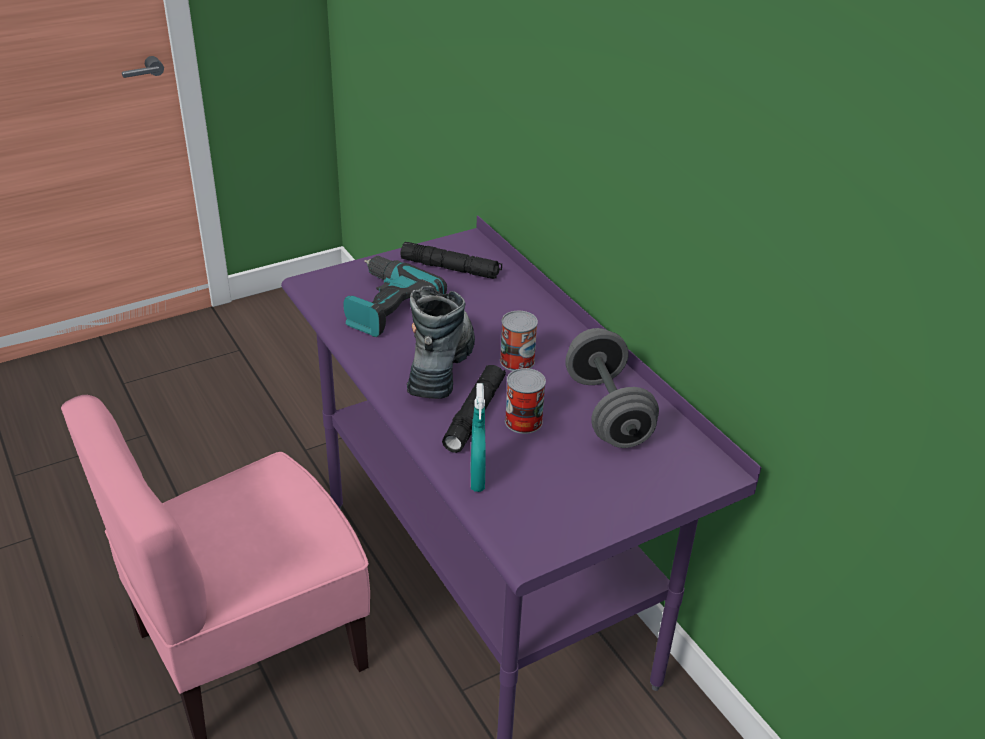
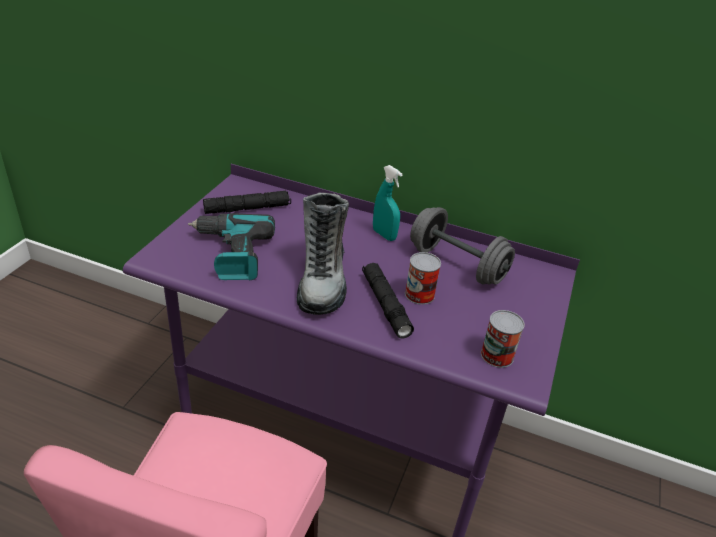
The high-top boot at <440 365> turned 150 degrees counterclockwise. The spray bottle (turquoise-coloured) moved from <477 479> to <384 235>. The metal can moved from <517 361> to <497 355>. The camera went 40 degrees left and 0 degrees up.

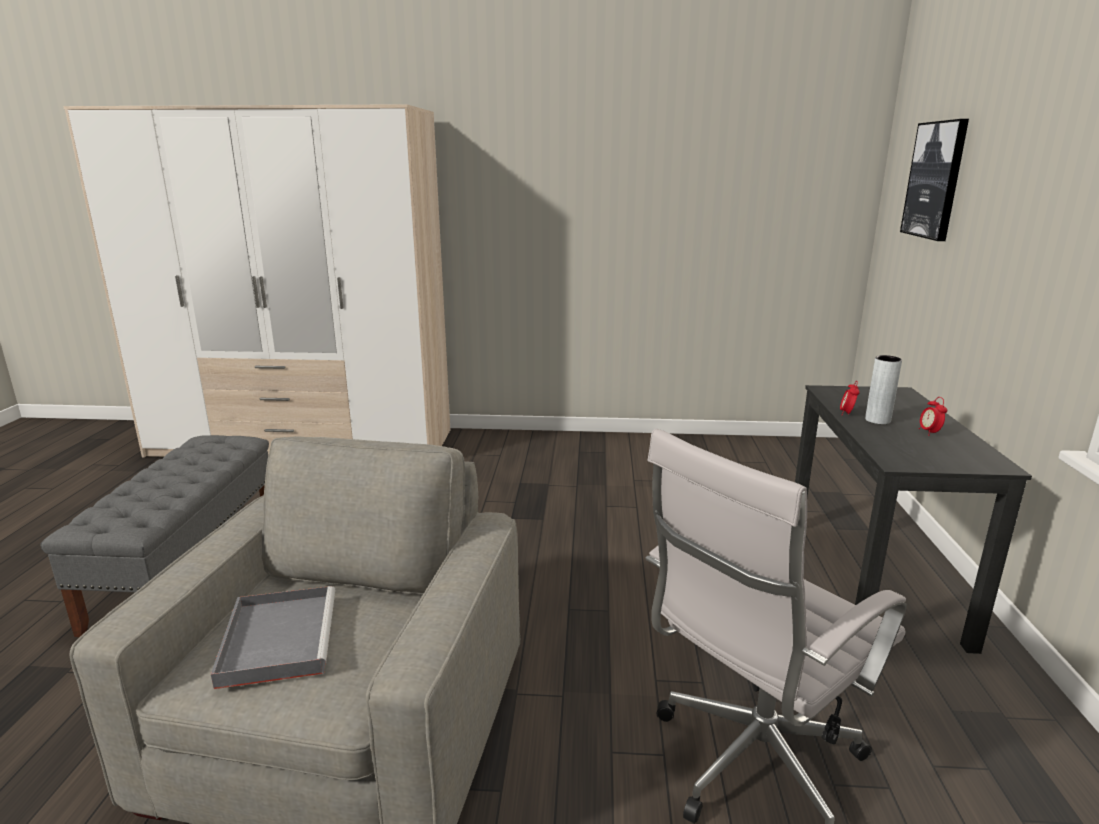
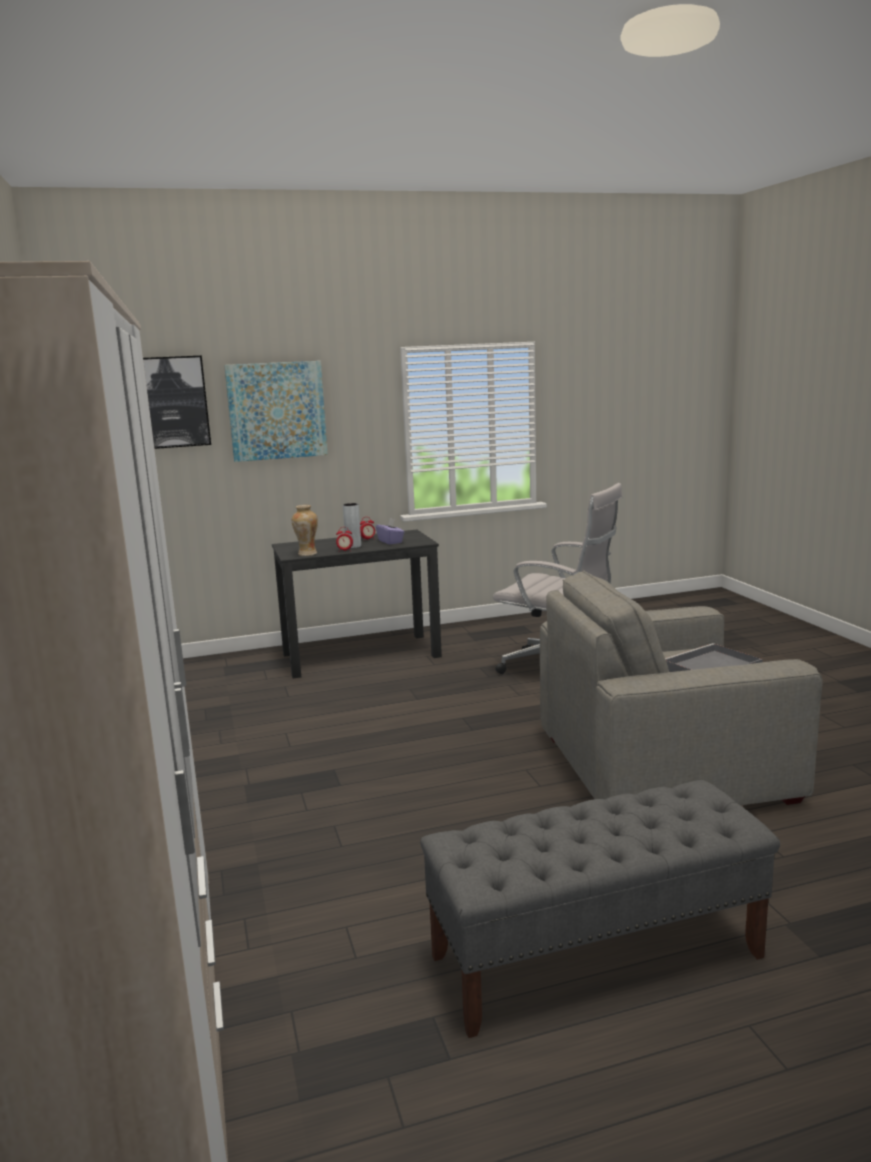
The wall picture at <276 410> appeared. The decorative vase at <307 554> appeared. The tissue holder (purple-coloured) at <390 541> appeared. The camera went 110 degrees left and 5 degrees down.

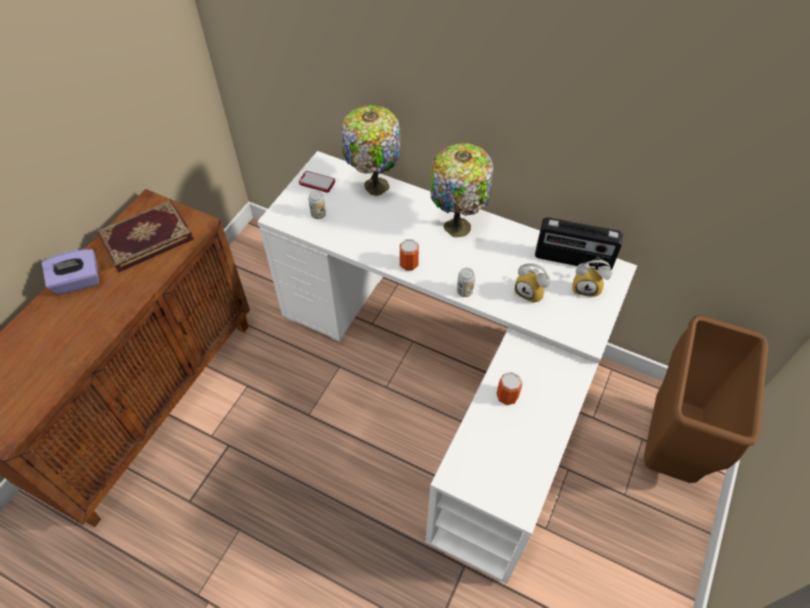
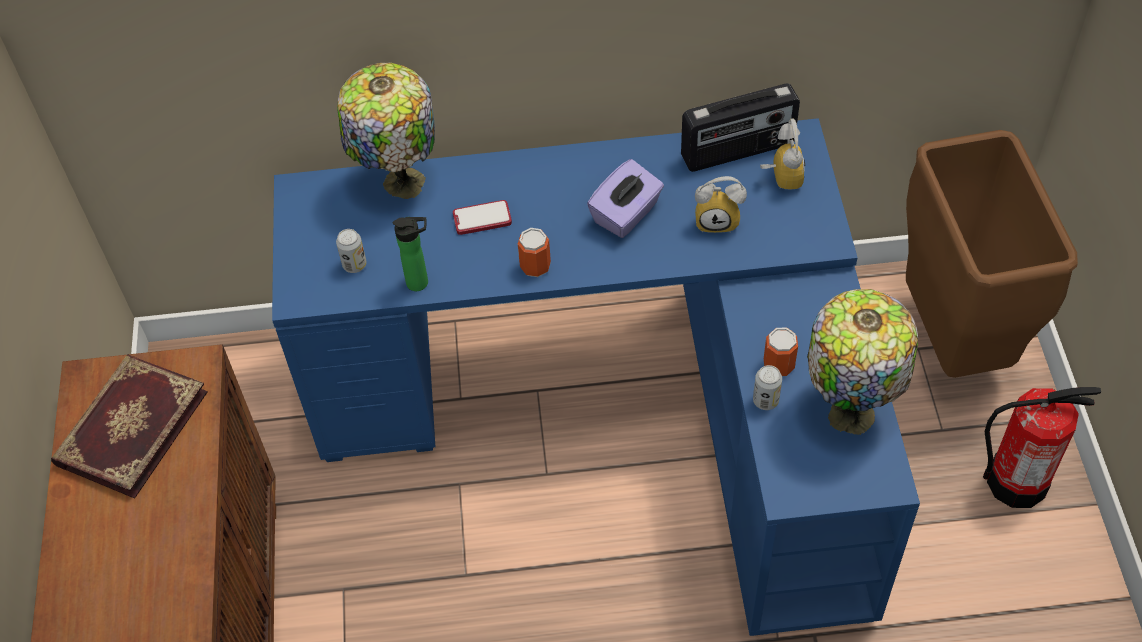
The desk table (whitish) at <451 376> became the desk table (blue) at <624 409>. The bottle at <421 282> appeared. The telephone moved from <317 182> to <482 219>. The tissue holder (purple-coloured) moved from <78 282> to <626 214>. The metal can moved from <464 291> to <765 400>. The alarm clock at <586 287> turned 75 degrees counterclockwise. The table lamp moved from <458 225> to <850 411>. The fire-fighting cylinder at <1016 481> appeared. The camera went 30 degrees left and 0 degrees up.

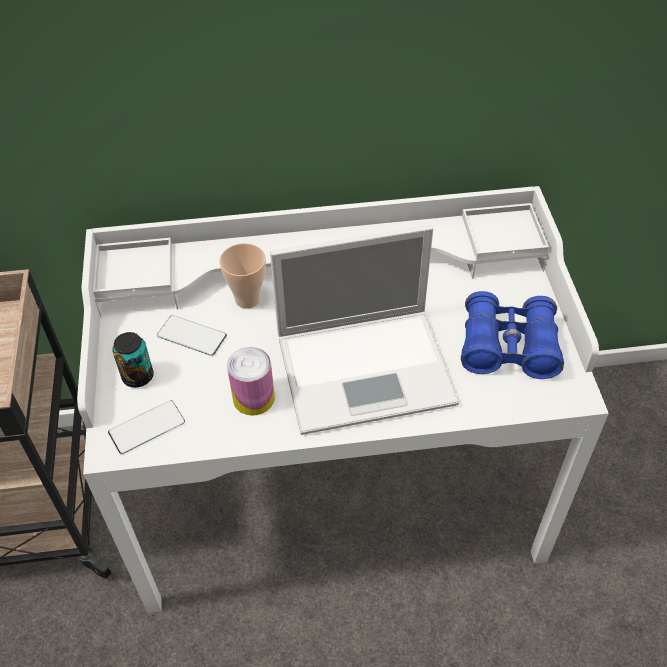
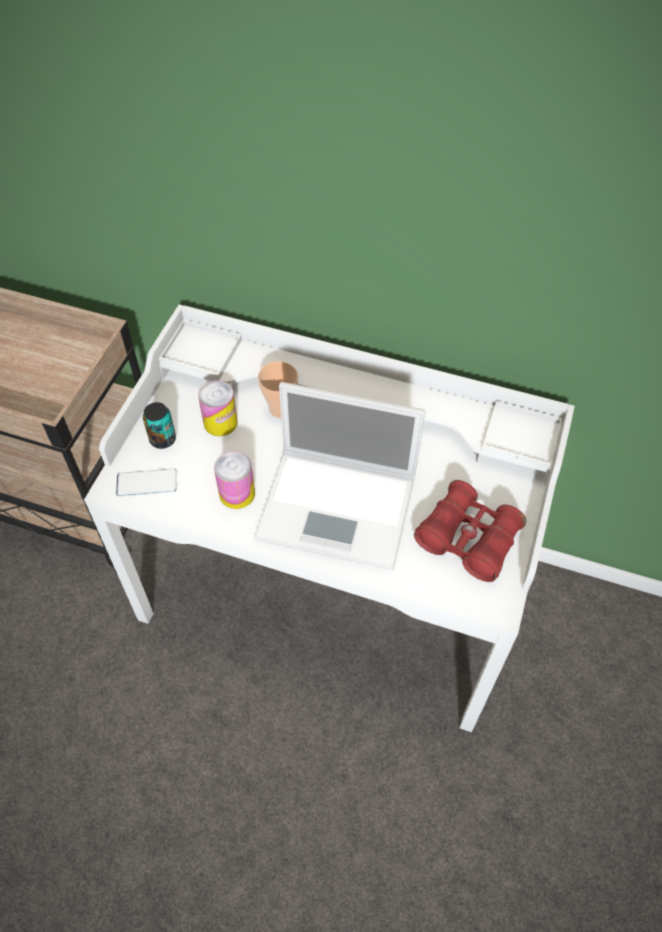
The telephone at <192 336> was replaced by the metal can at <220 422>. The pair of binoculars (blue) at <508 347> became the pair of binoculars (red) at <468 539>. The camera went 25 degrees right and 5 degrees up.

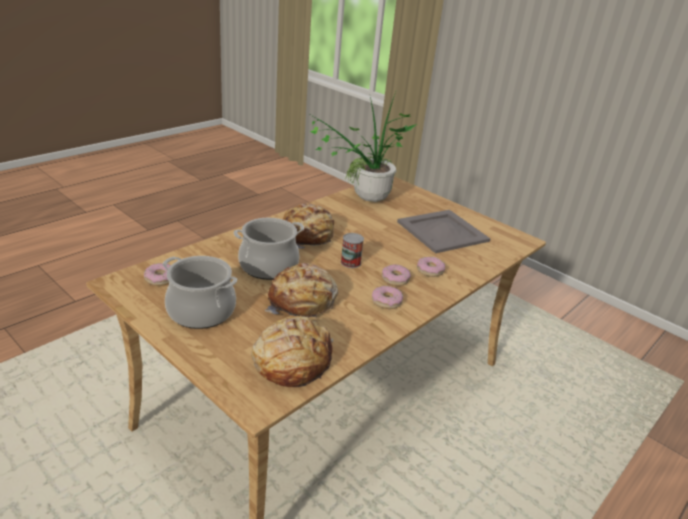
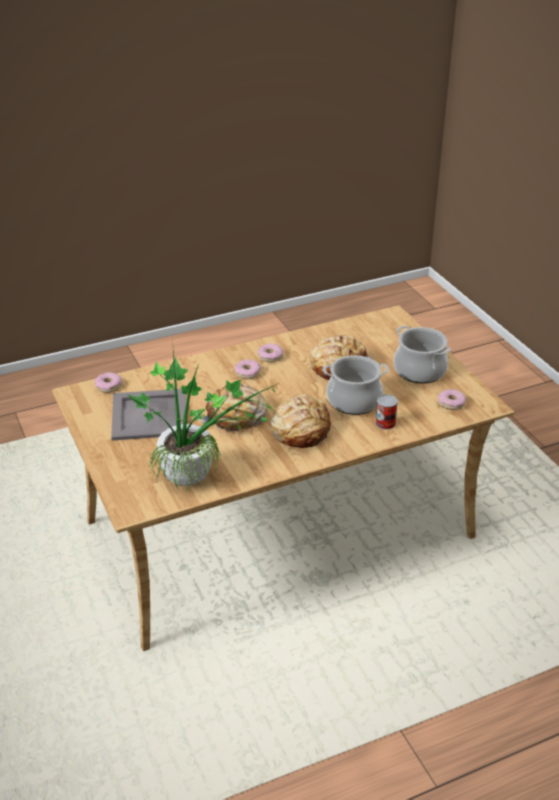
The doughnut moved from <429 270> to <108 386>. The baked bread moved from <292 361> to <236 417>. The metal can moved from <350 262> to <385 423>. The camera went 155 degrees left and 5 degrees up.

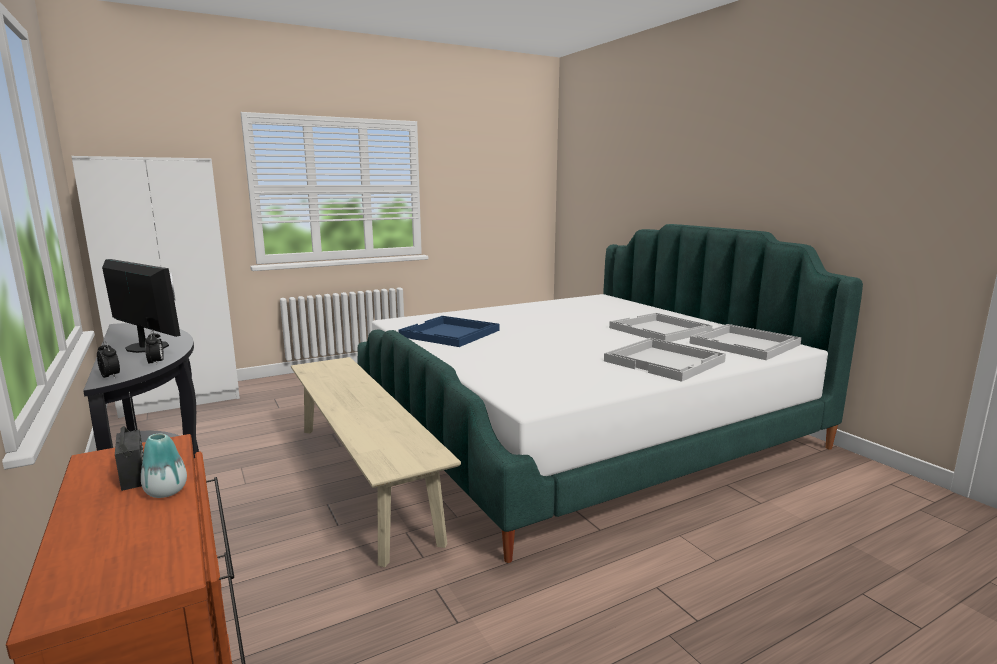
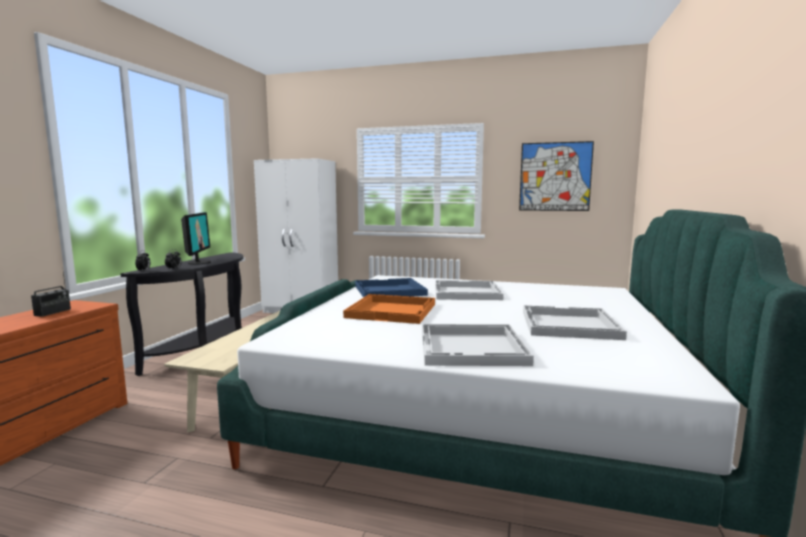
The tray (orange-coloured) at <392 310> appeared. The tray (whitish) moved from <745 344> to <466 292>. The wall picture at <555 176> appeared. The decorative vase at <166 492> disappeared. The camera went 45 degrees right and 5 degrees down.

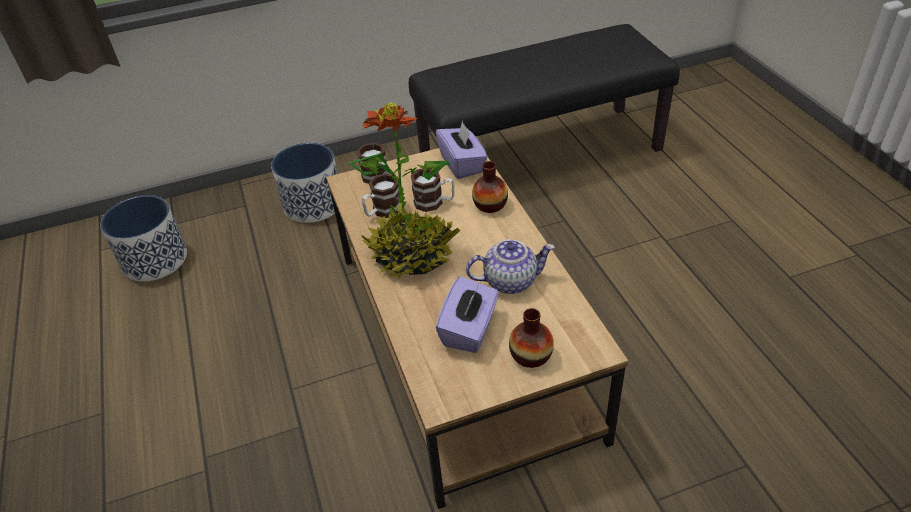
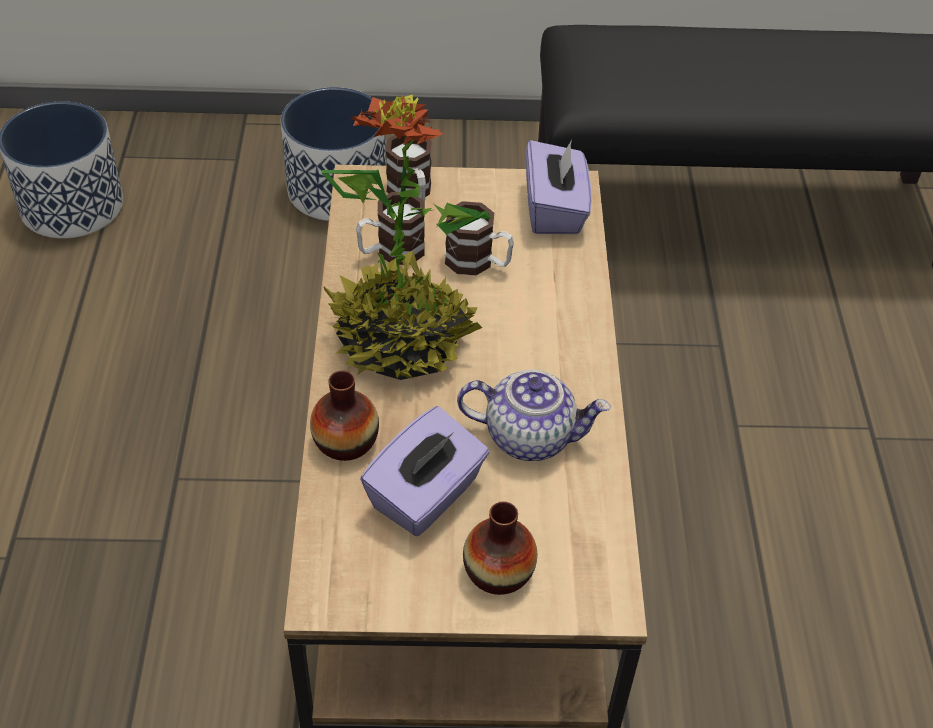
The decorative vase moved from <490 205> to <345 441>. The camera went 15 degrees right and 5 degrees up.

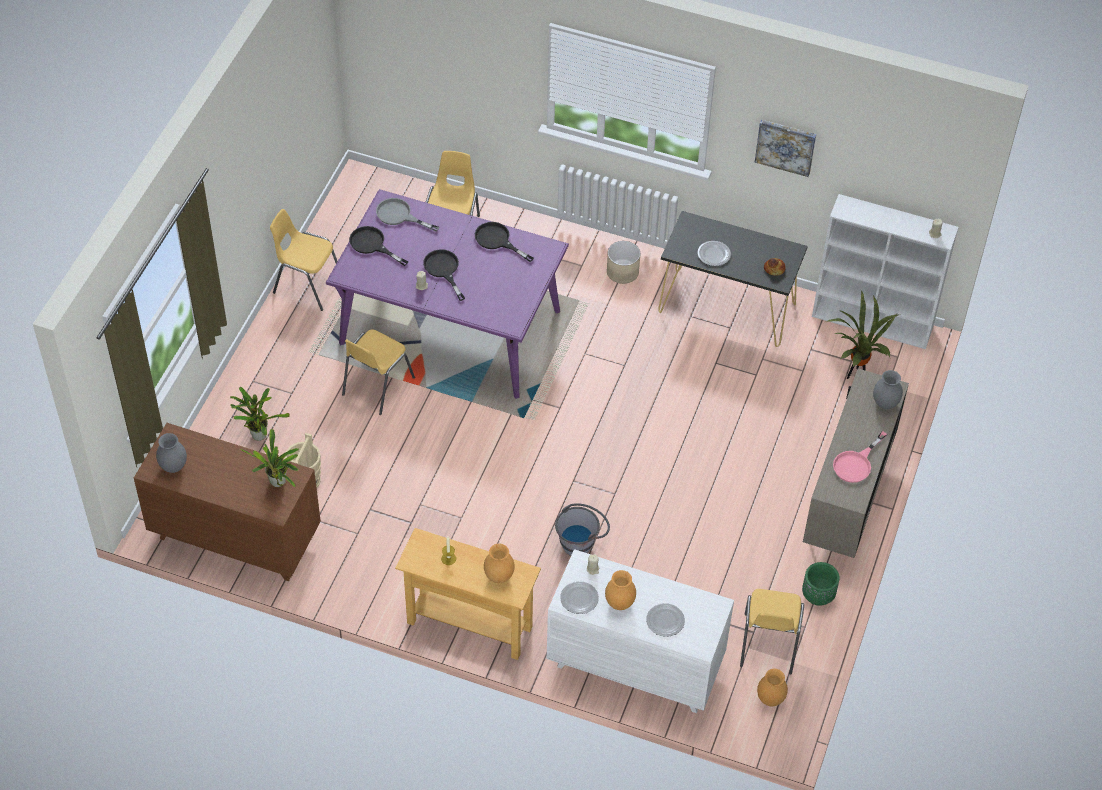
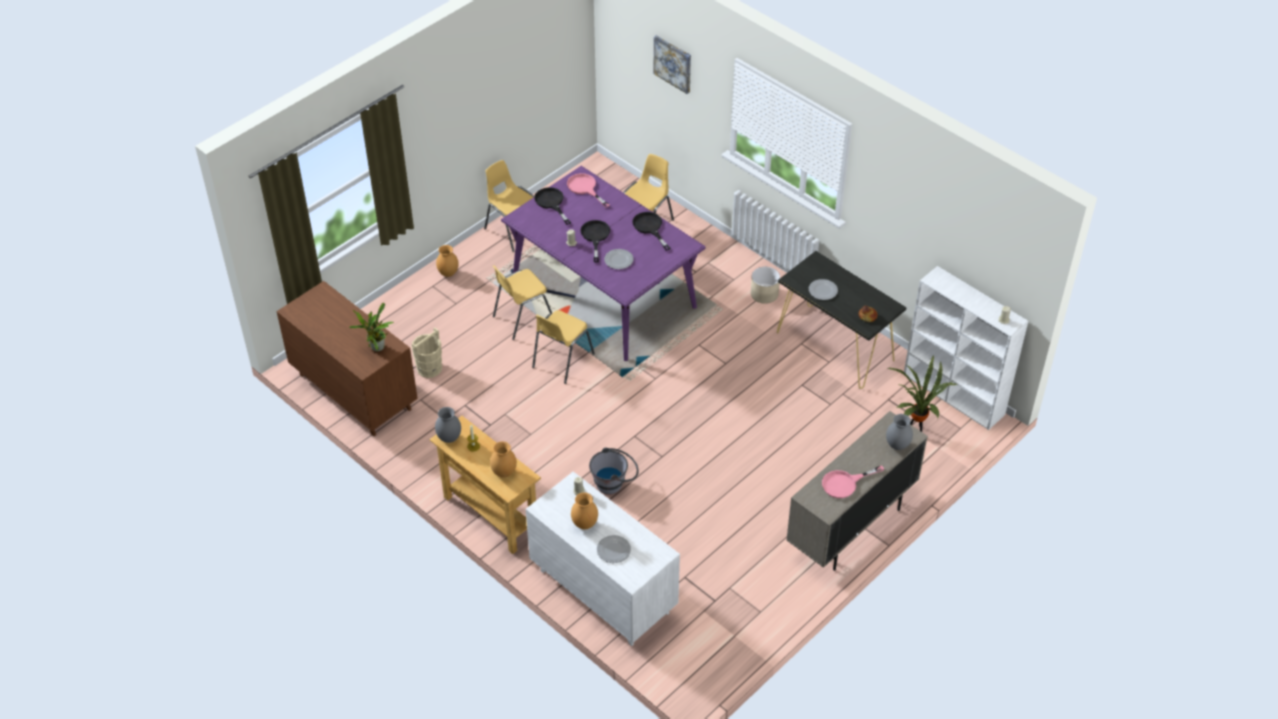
The decorative vase (grey) moved from <174 466> to <450 438>. The decorative vase (brown-coloured) moved from <770 699> to <448 273>. The upright chair (yellowish) moved from <768 644> to <562 360>. The skillet (grey) at <399 216> became the skillet (pink) at <585 188>. The dinner plate moved from <579 598> to <619 260>. The wall picture moved from <785 146> to <673 63>. The houseplant at <258 434> disappeared. The flower pot (green) at <817 595> disappeared. The camera went 25 degrees right and 5 degrees down.

